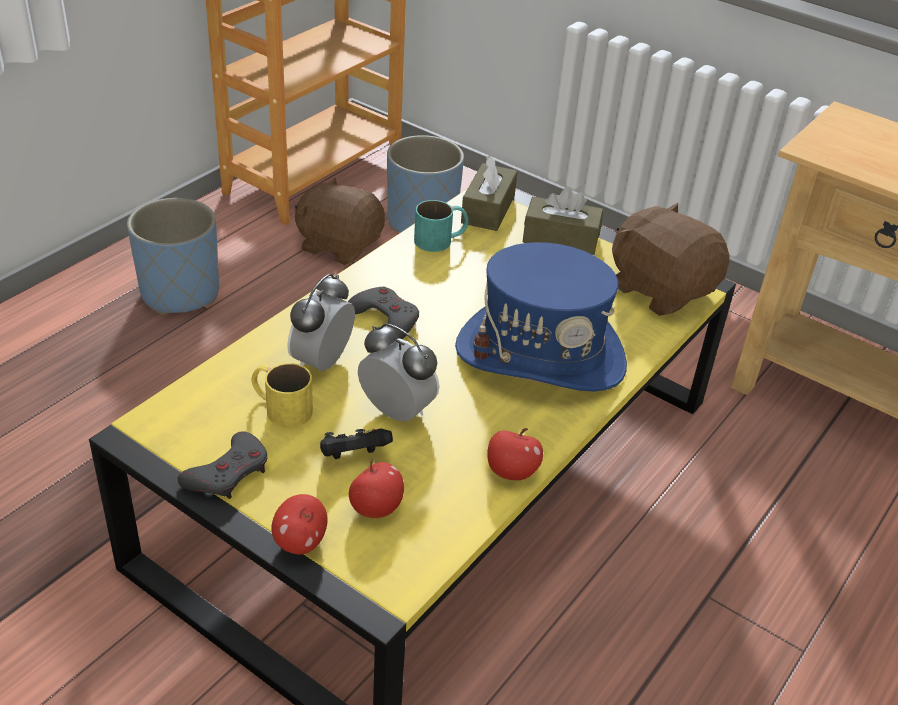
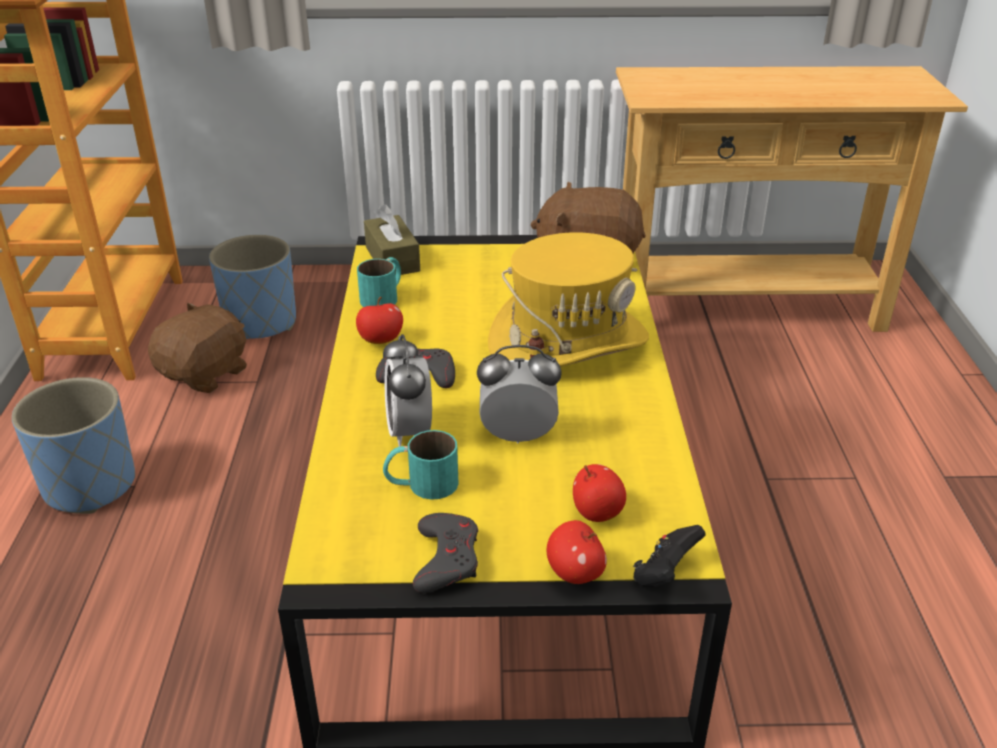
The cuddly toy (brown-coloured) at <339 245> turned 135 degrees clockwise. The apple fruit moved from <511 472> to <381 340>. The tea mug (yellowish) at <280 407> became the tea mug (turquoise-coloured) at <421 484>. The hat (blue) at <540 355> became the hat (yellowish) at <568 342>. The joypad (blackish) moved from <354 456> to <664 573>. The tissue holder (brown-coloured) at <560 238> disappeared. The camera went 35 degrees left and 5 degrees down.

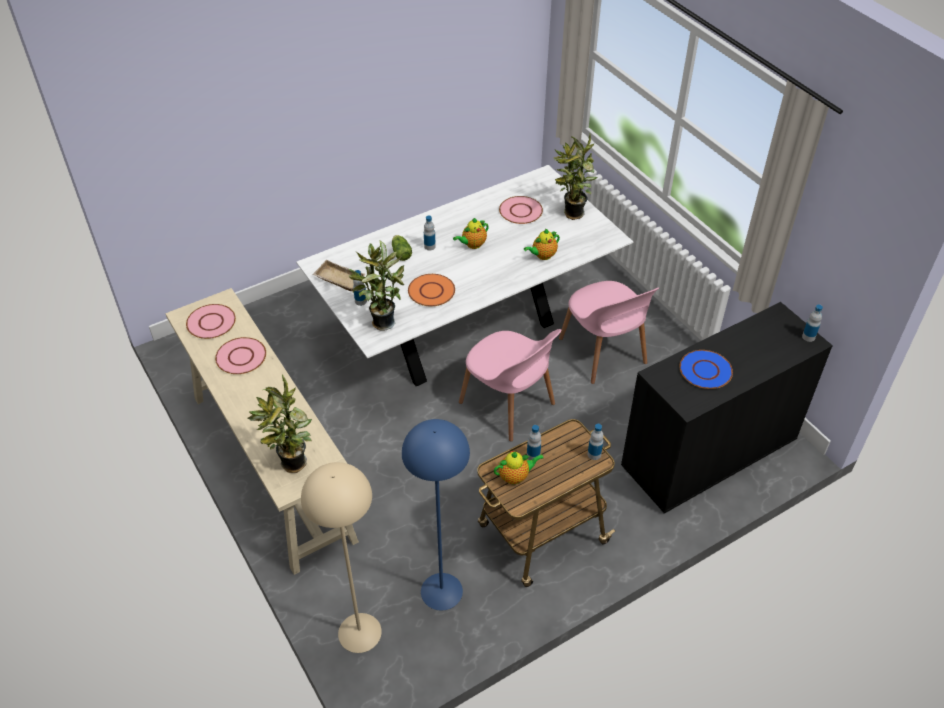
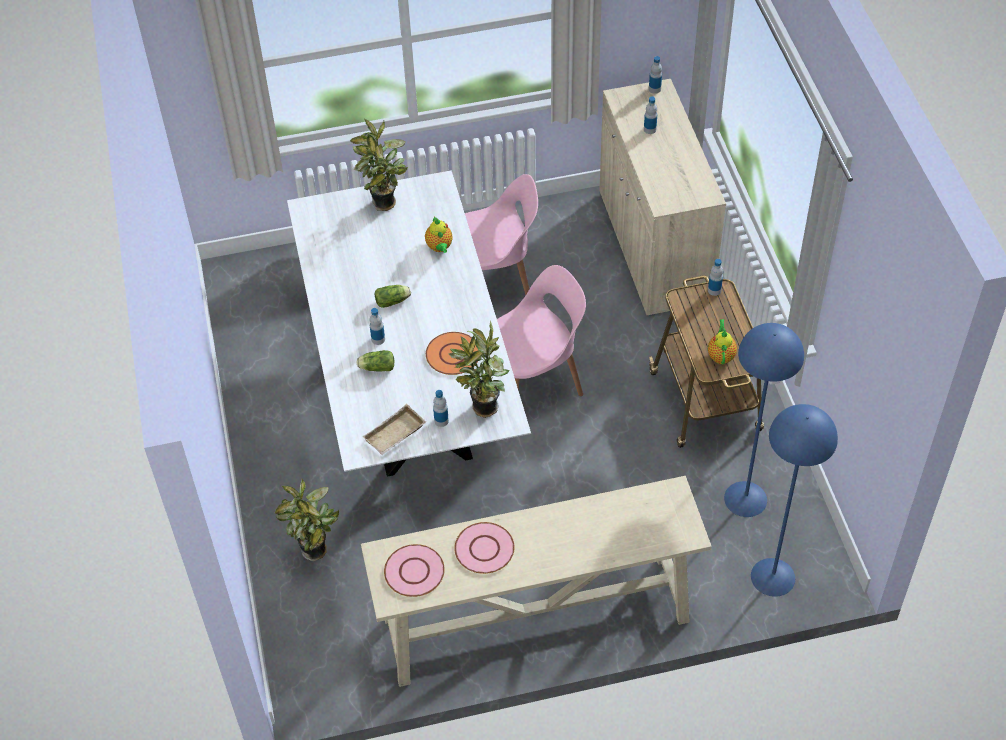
The houseplant moved from <292 465> to <316 553>. The teapot at <472 245> was replaced by the lettuce head at <393 301>. The cupboard (blackish) at <709 453> became the cupboard (sand-coloured) at <654 247>. The bottle moved from <533 455> to <650 129>. The standing lamp (sand-coloured) at <359 633> became the standing lamp (blue) at <773 577>. The dinner plate (pink) at <521 211> disappeared. The dinner plate (blue) at <705 370> disappeared. The camera went 70 degrees left and 5 degrees up.

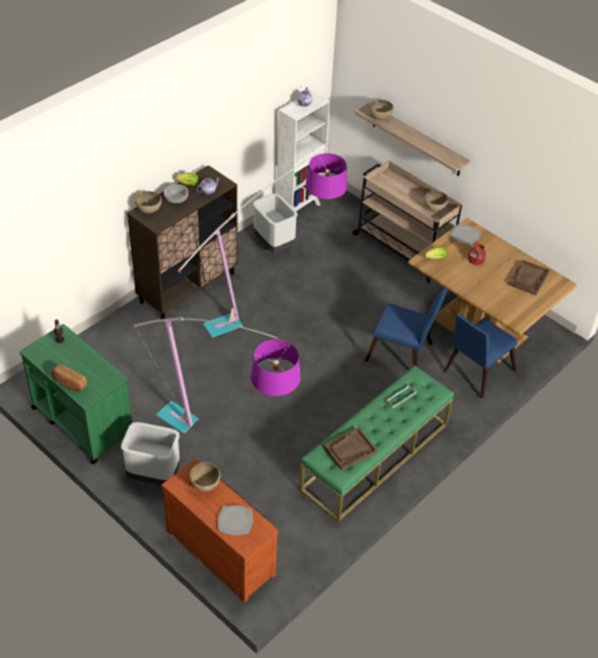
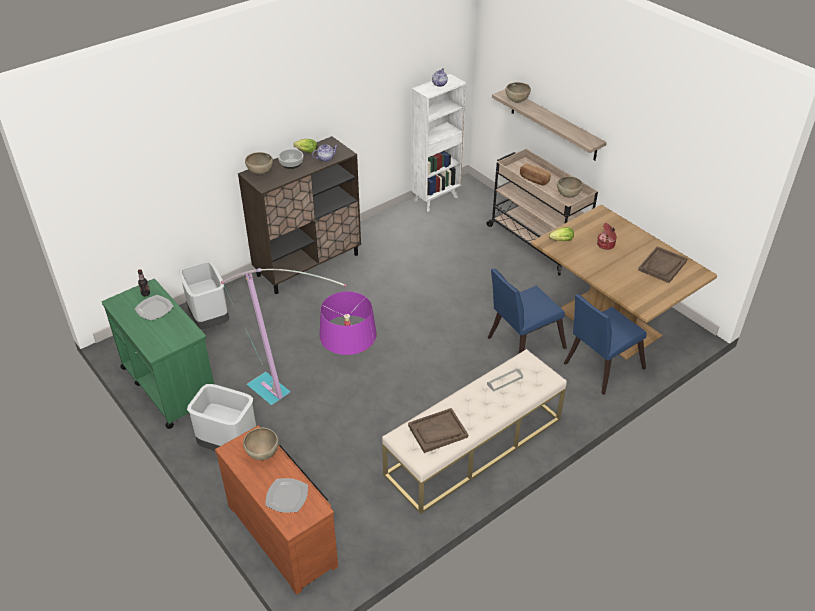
The dinner plate moved from <465 235> to <154 308>. The waste bin (grey) moved from <273 245> to <209 320>. The long seat (green) at <375 457> became the long seat (sand-coloured) at <474 446>. The upright chair (blue) at <403 355> turned 120 degrees clockwise. The baked bread moved from <69 383> to <534 180>. The standing lamp at <277 305> disappeared. The camera went 10 degrees right and 5 degrees down.

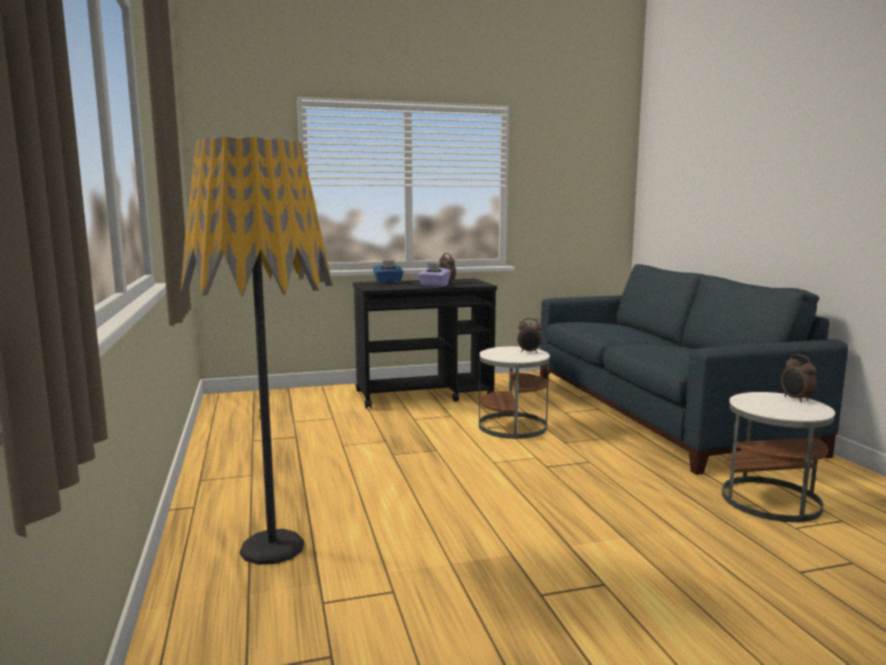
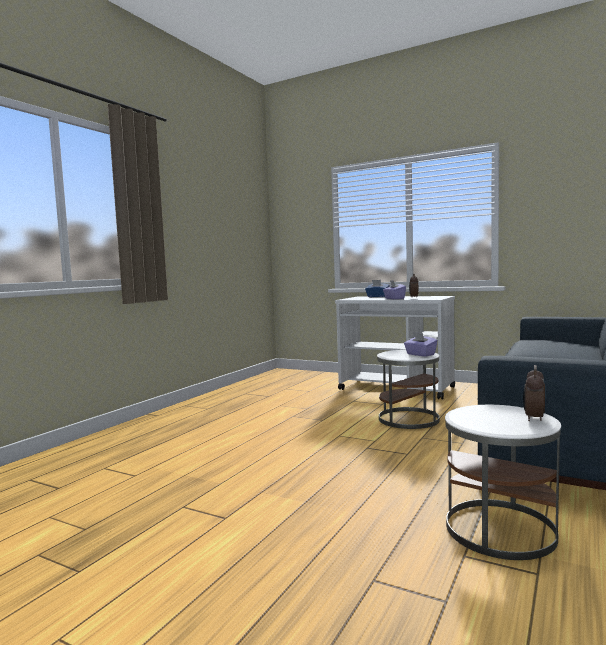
The cart (blackish) at <425 394> became the cart (whitish) at <397 388>. The alarm clock at <529 352> was replaced by the tissue holder (purple-coloured) at <420 354>. The standing lamp at <271 547> disappeared. The camera went 45 degrees right and 5 degrees down.

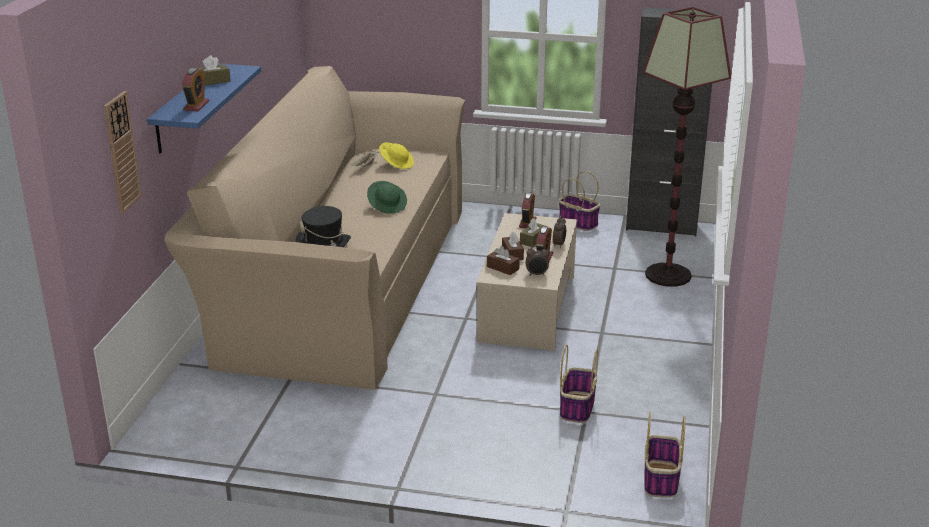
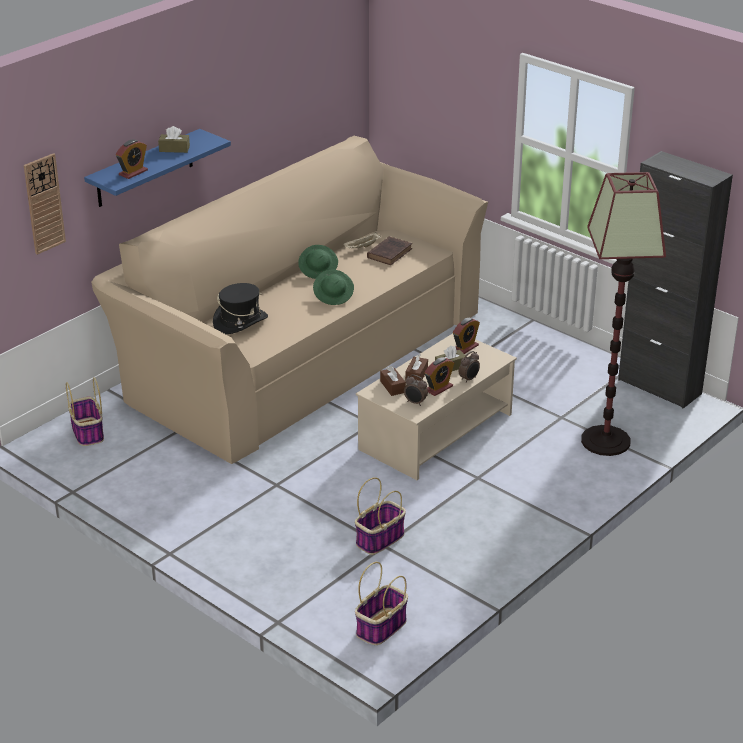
The basket moved from <577 223> to <87 432>. The hat (green) at <318 270> appeared. The hat (yellowish) at <397 164> was replaced by the book (brown-coloured) at <390 253>. The camera went 30 degrees right and 5 degrees up.

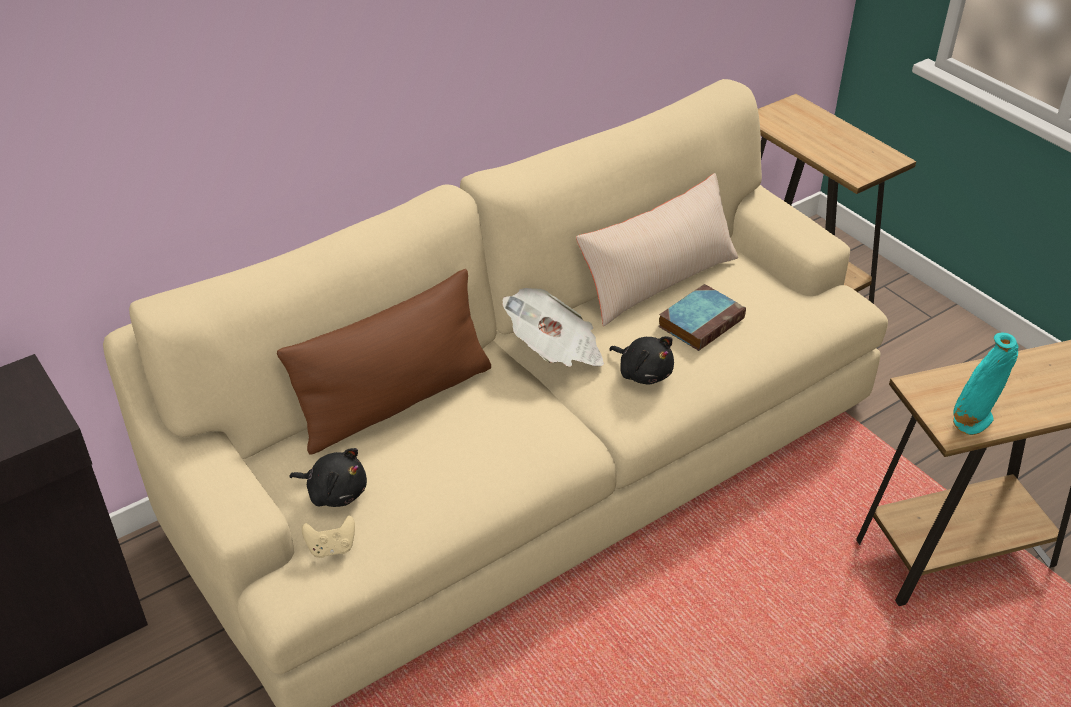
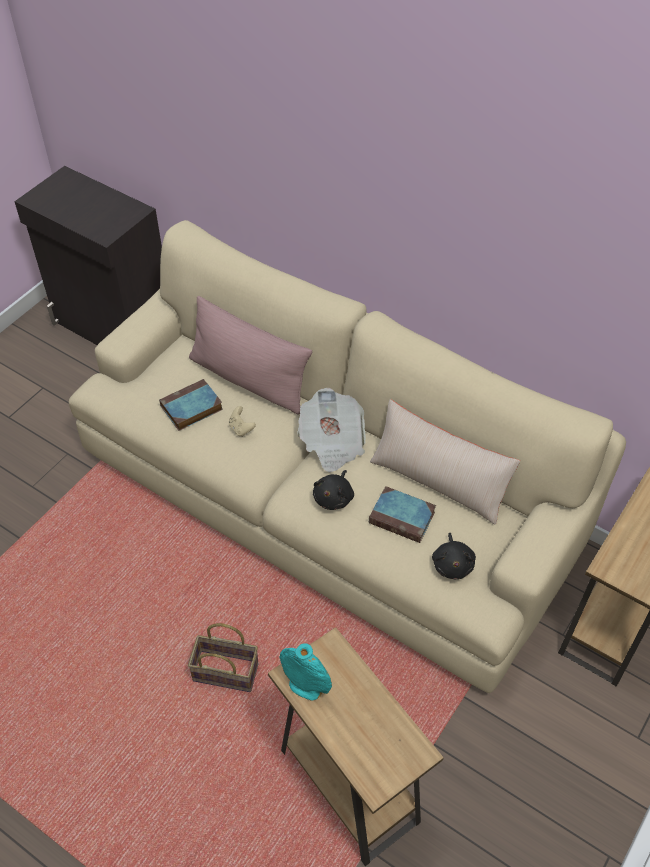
The book at <190 408> appeared. The basket at <227 671> appeared. The cushion (brown-coloured) at <396 401> became the cushion (pink) at <249 380>. The joypad (sand-coloured) moved from <331 548> to <241 428>. The cuddly toy (blackish) moved from <335 492> to <452 564>. The camera went 70 degrees right and 10 degrees up.

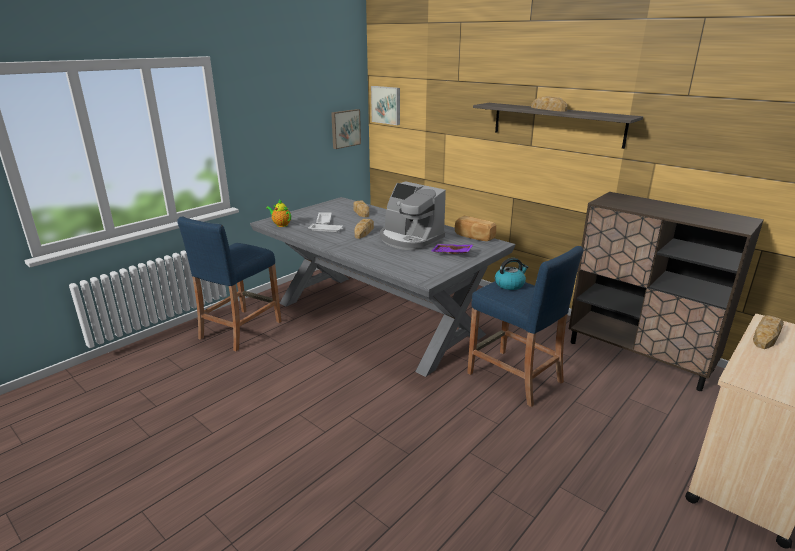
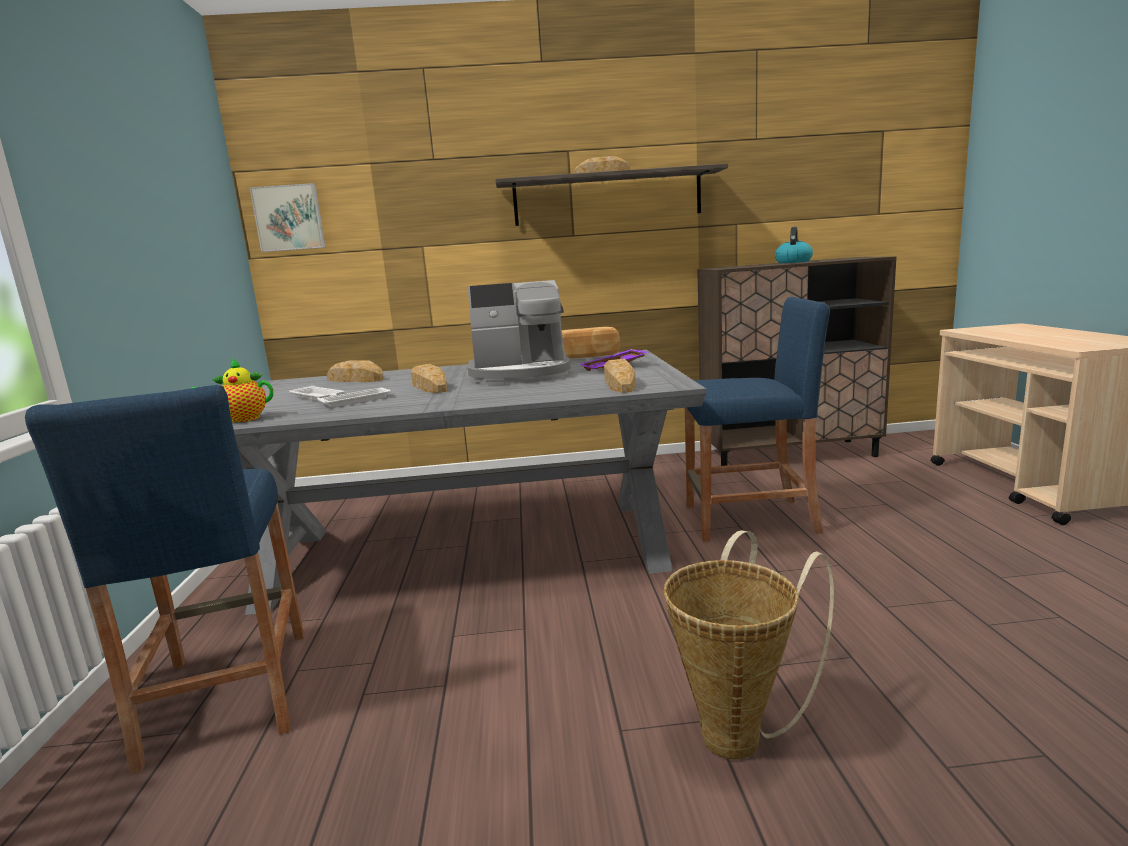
The baked bread moved from <766 336> to <620 384>. The basket at <739 732> appeared. The water kettle moved from <510 284> to <793 262>. The wall picture at <345 128> disappeared. The camera went 45 degrees left and 10 degrees down.

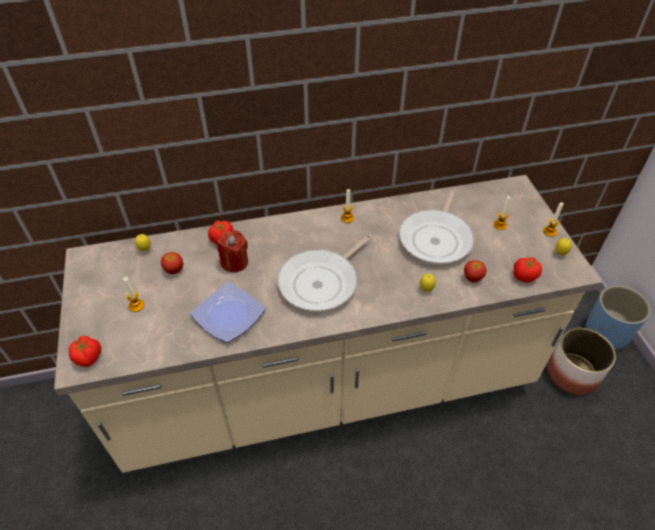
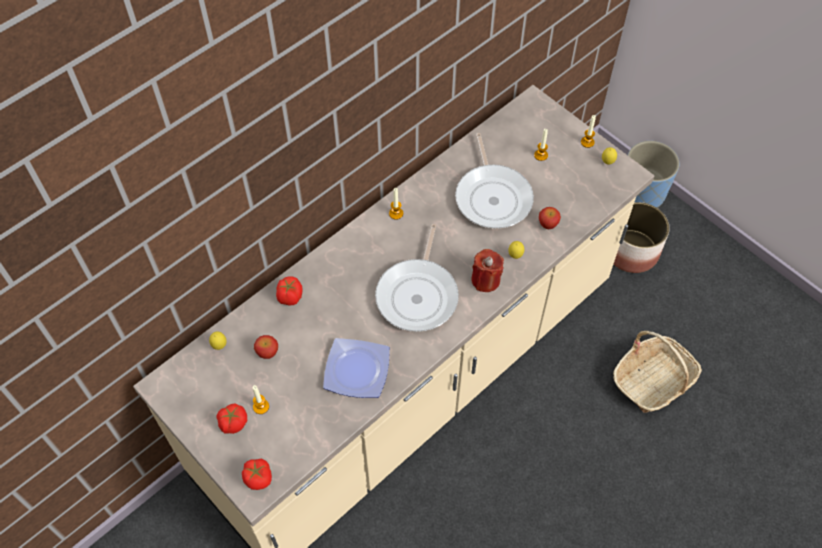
The fresh tomato moved from <524 276> to <233 423>. The wax candle (red) moved from <234 262> to <485 280>. The basket at <653 380> appeared. The camera went 30 degrees left and 10 degrees up.

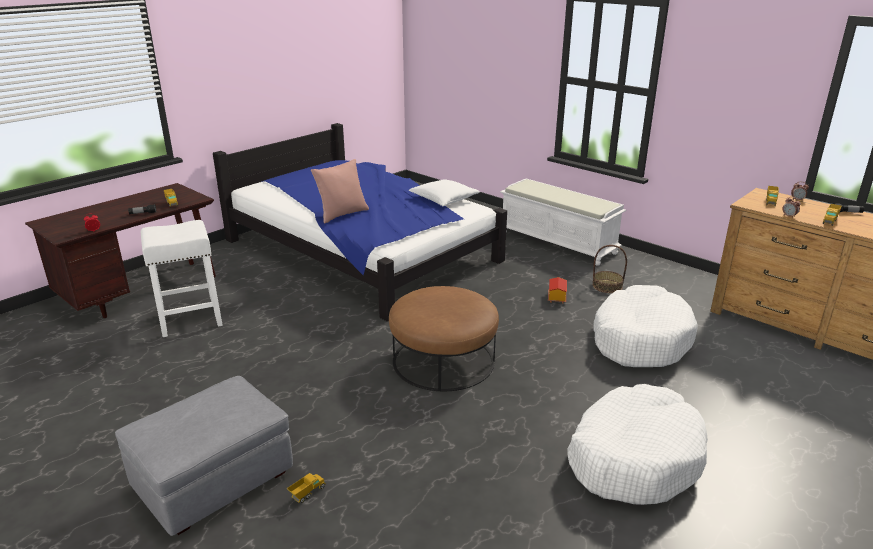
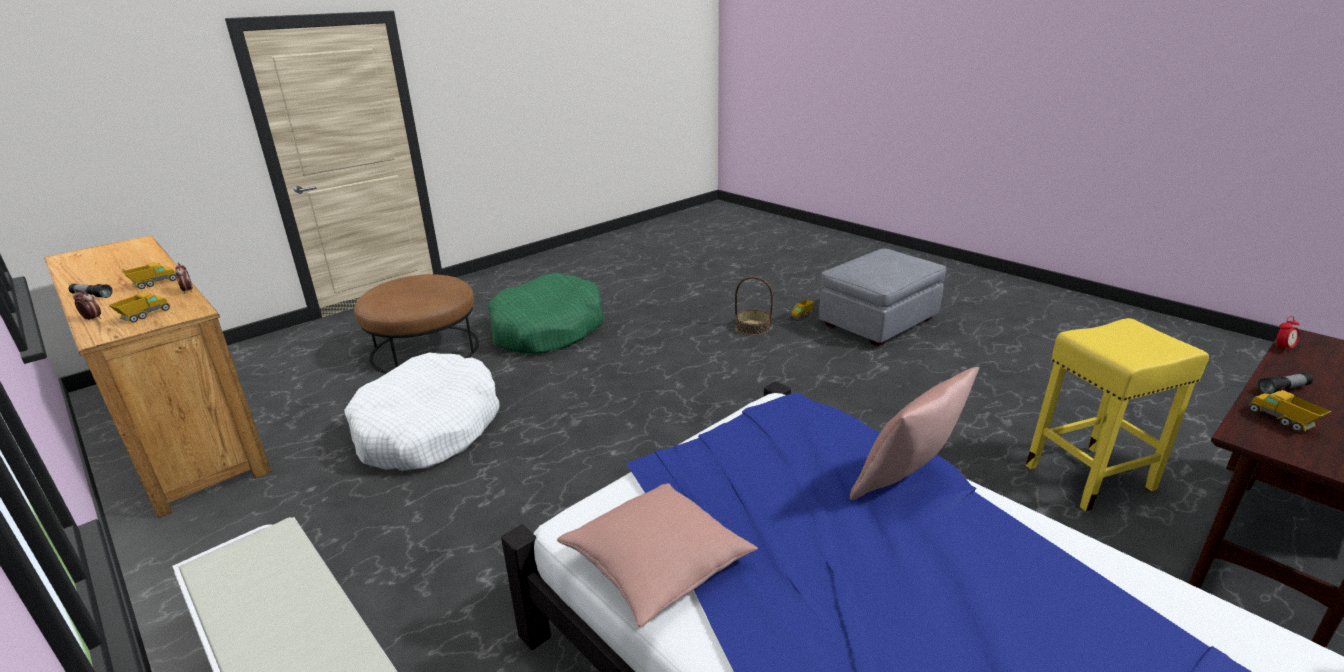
The ottoman (brown-coloured) moved from <443 360> to <425 349>. The pet bed (whitish) at <634 457> became the pet bed (green) at <547 329>. The cushion (whitish) at <444 200> became the cushion (pink) at <657 565>. The basket moved from <607 286> to <752 327>. The sitting stool (whitish) at <189 320> became the sitting stool (yellowish) at <1090 477>. The toy house at <556 298> disappeared. The camera went 175 degrees left and 0 degrees up.

